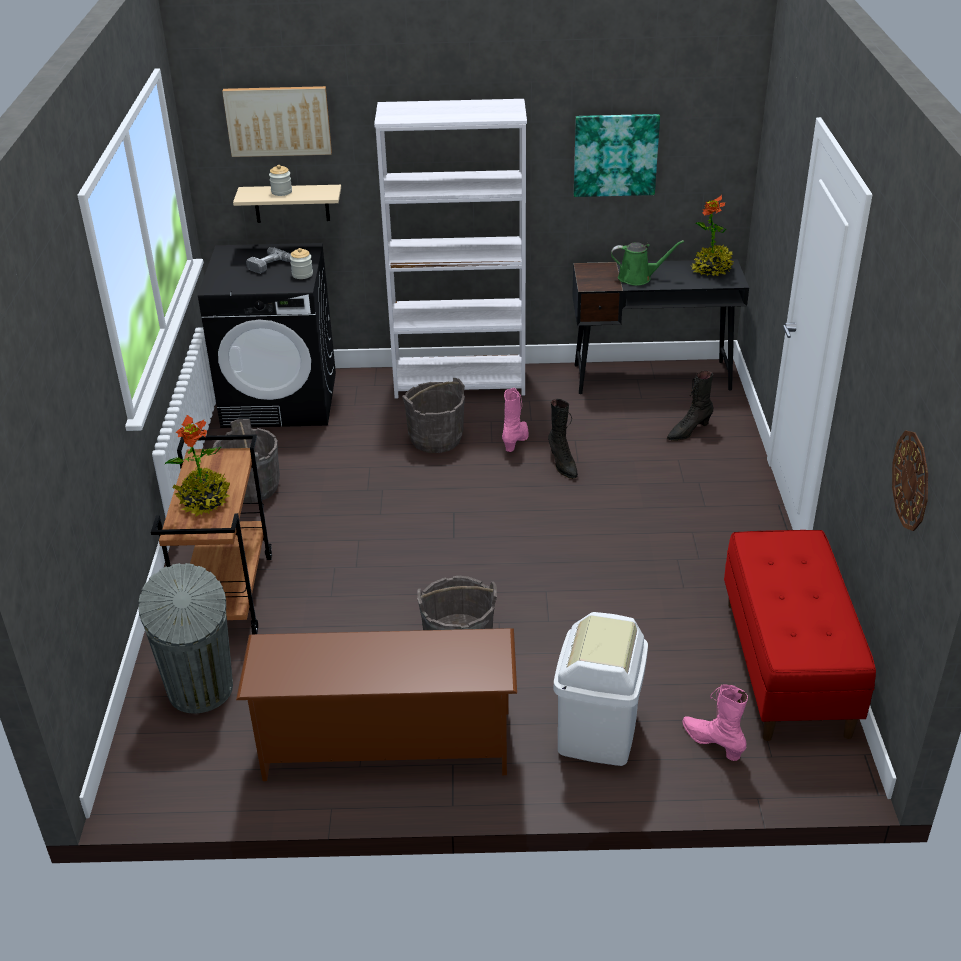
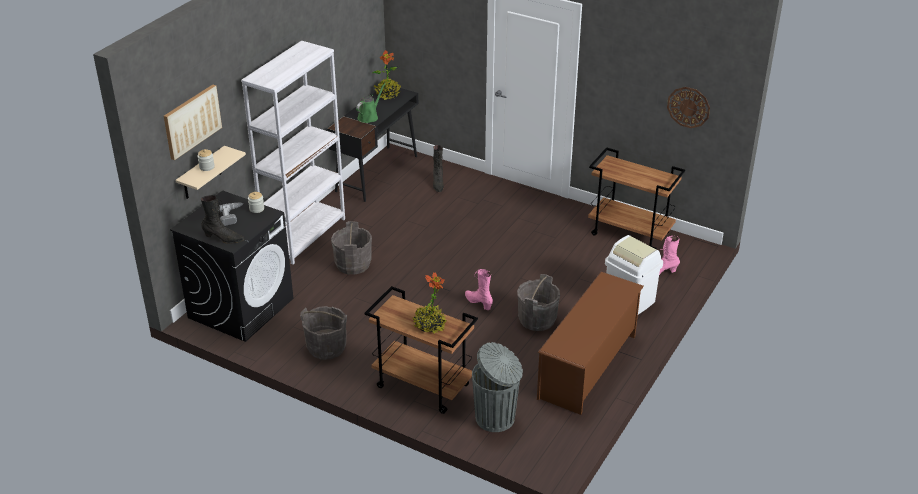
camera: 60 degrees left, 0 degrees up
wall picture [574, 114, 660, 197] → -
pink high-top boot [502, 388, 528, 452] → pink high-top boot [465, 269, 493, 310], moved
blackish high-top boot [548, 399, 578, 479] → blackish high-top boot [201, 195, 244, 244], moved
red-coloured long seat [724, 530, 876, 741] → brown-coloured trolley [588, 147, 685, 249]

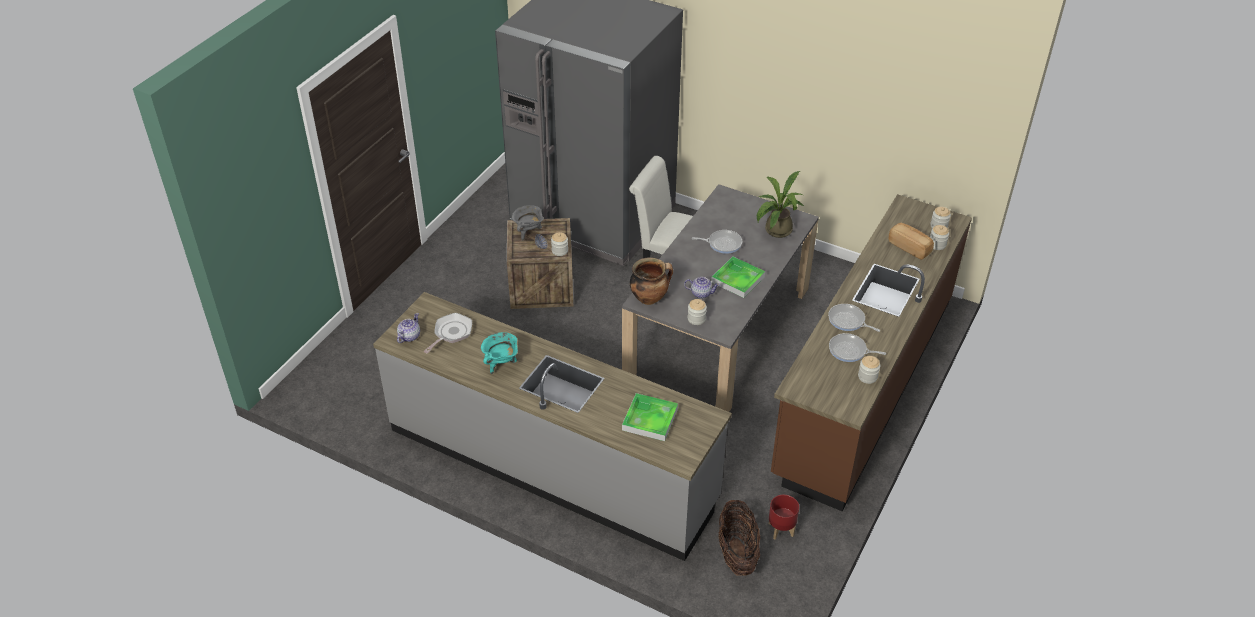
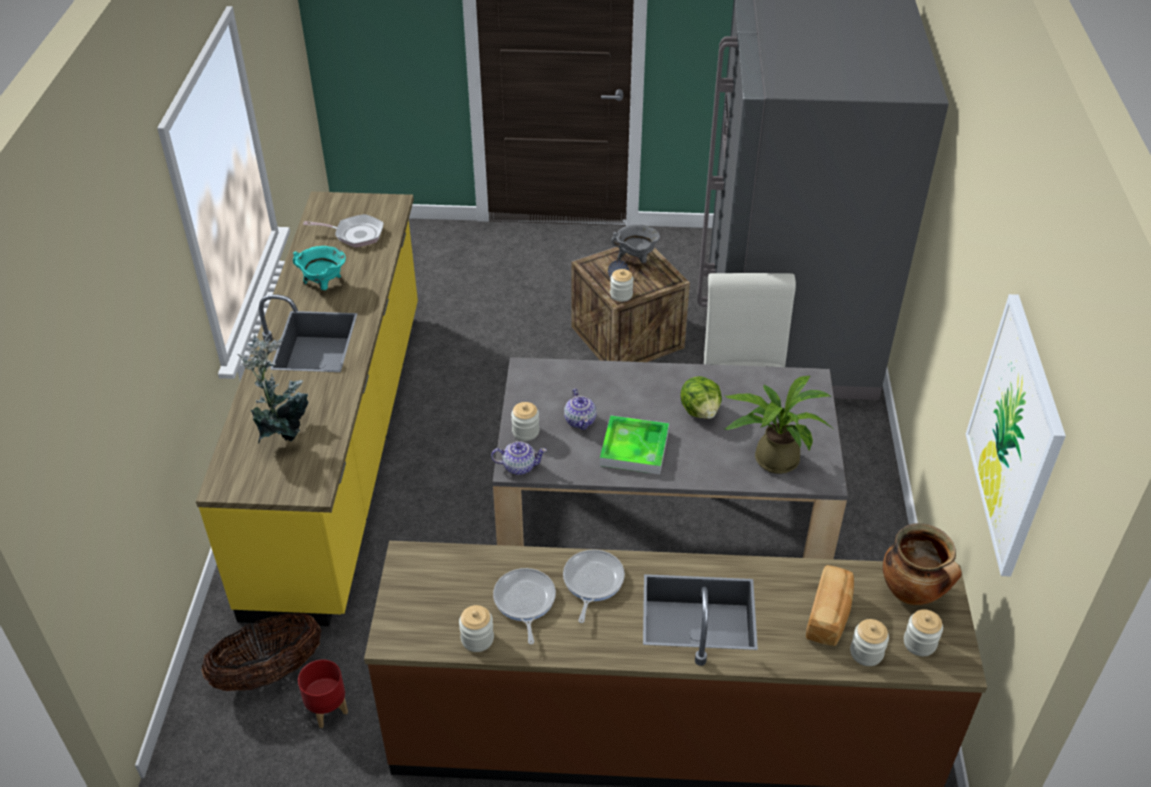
camera: 65 degrees right, 0 degrees up
frying pan [692, 230, 742, 254] → lettuce [681, 376, 722, 419]
cooking pot [630, 257, 673, 305] → cooking pot [883, 523, 962, 605], moved
gray kitchen counter [373, 292, 732, 561] → yellowish kitchen counter [196, 191, 418, 626]
pot for tea [397, 313, 420, 343] → pot for tea [491, 441, 547, 475], moved
tray [622, 393, 678, 441] → potted plant [237, 334, 308, 444]
- → wall picture [966, 294, 1066, 576]

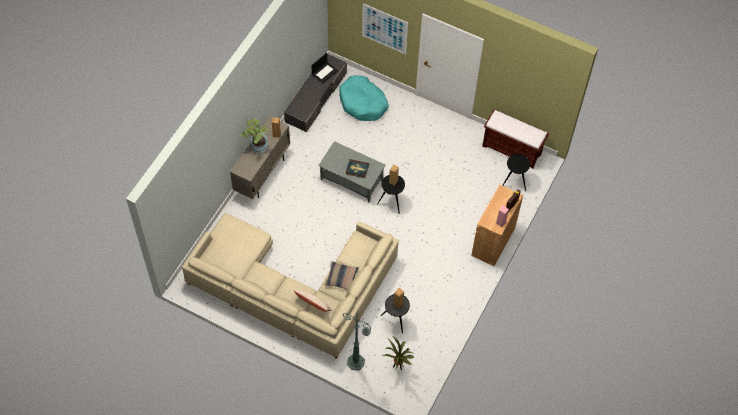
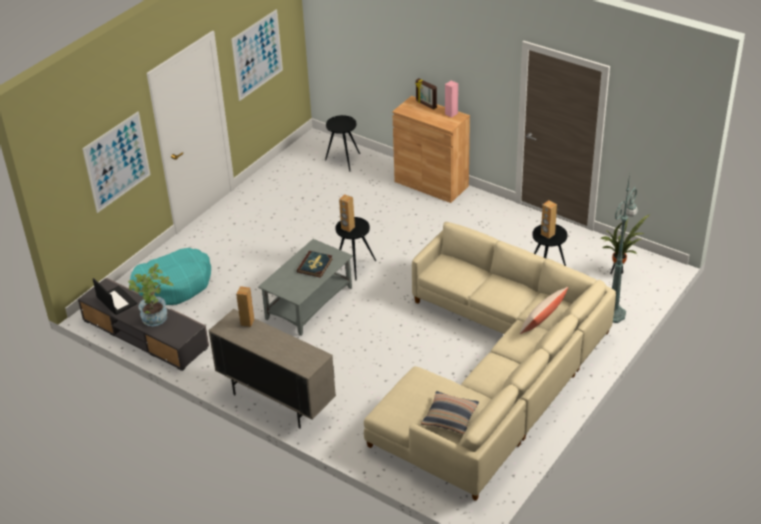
camera: 80 degrees left, 20 degrees down
brown-coloured long seat [482, 109, 549, 169] → -
potted plant [240, 118, 269, 153] → potted plant [128, 263, 174, 326], moved
pillow [324, 261, 359, 290] → pillow [421, 391, 479, 435], moved
- → wall picture [231, 9, 283, 101]

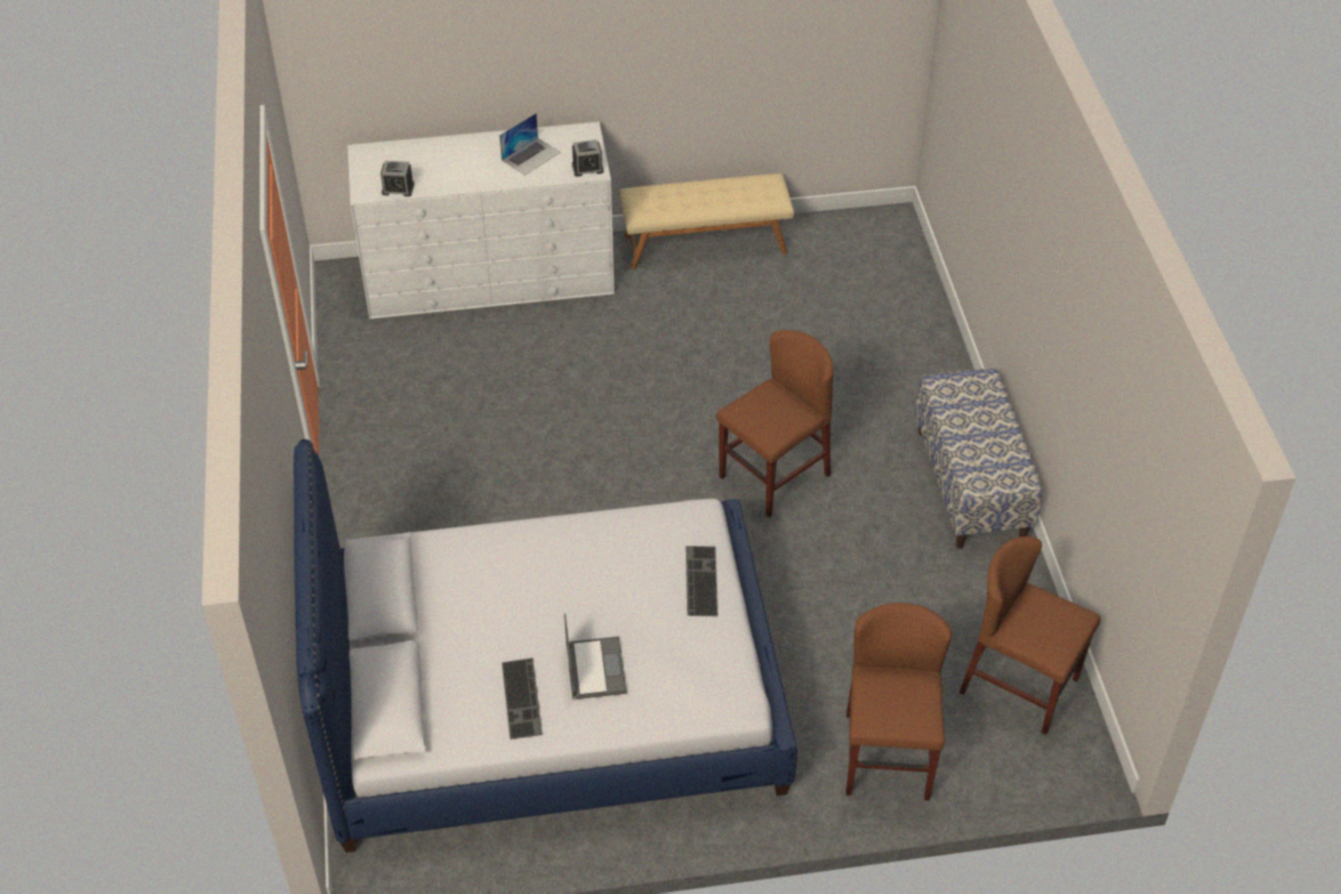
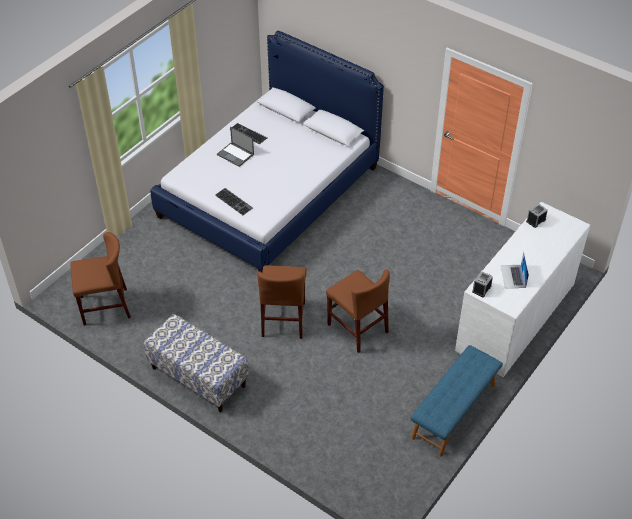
camera: 135 degrees right, 0 degrees up
sand-coloured long seat [619, 174, 794, 270] → bluish long seat [410, 345, 503, 456]
brown-coloured chair [846, 603, 952, 801] → brown-coloured chair [326, 270, 390, 353], moved

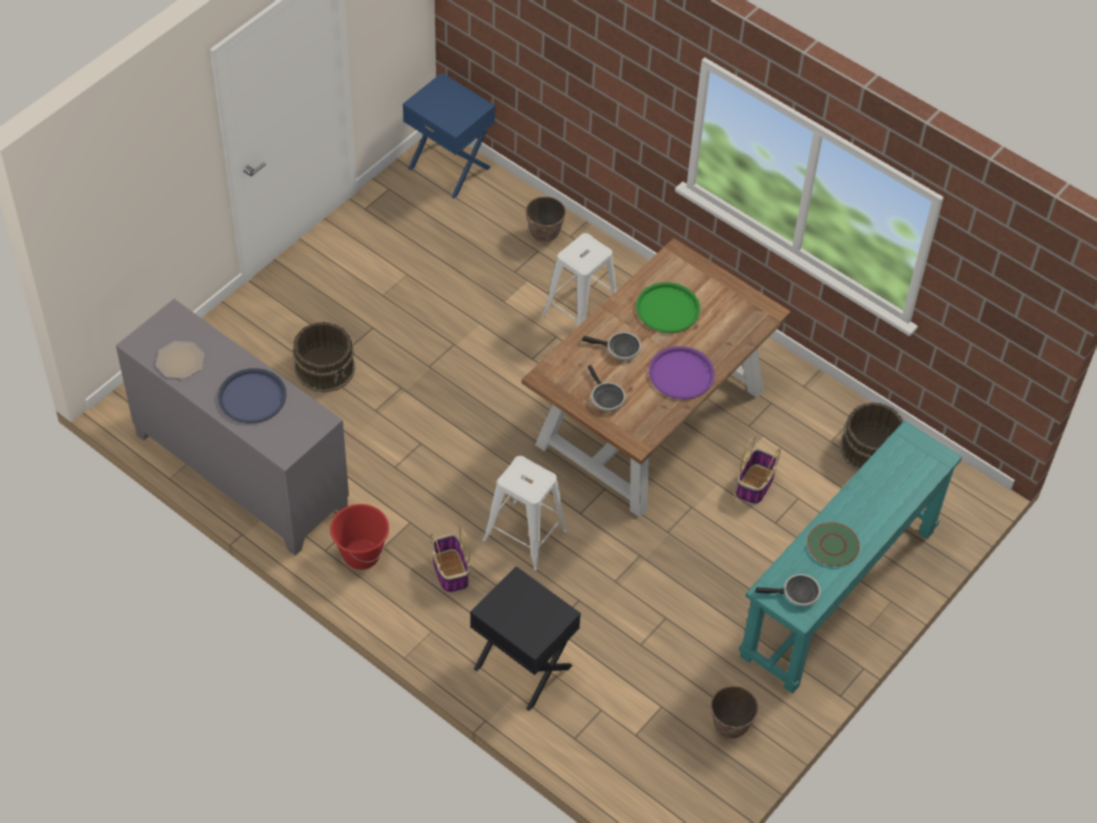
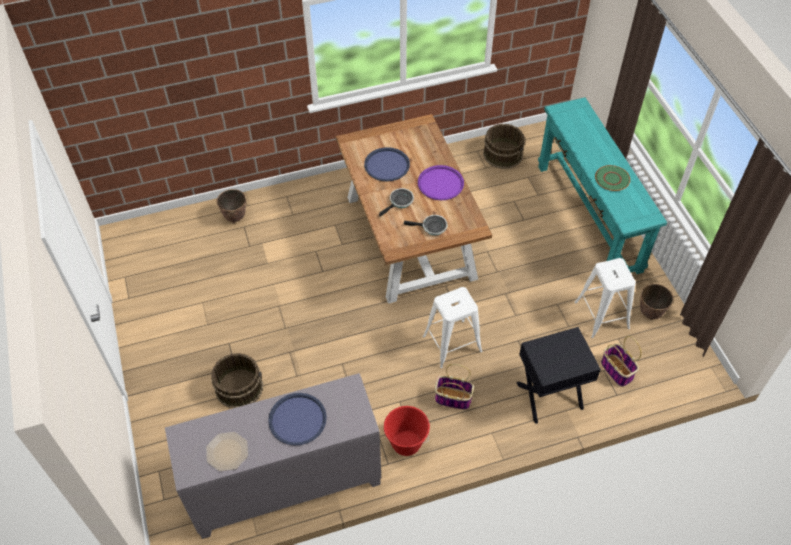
camera: 55 degrees left, 0 degrees up
bluish night table [403, 73, 495, 199] → -
whitish stool [542, 233, 616, 326] → whitish stool [575, 258, 636, 338], moved
greenish tray [636, 282, 700, 333] → bluish tray [364, 147, 410, 182]
household basket [736, 436, 781, 504] → household basket [601, 336, 641, 387], moved
frying pan [755, 574, 821, 606] → -

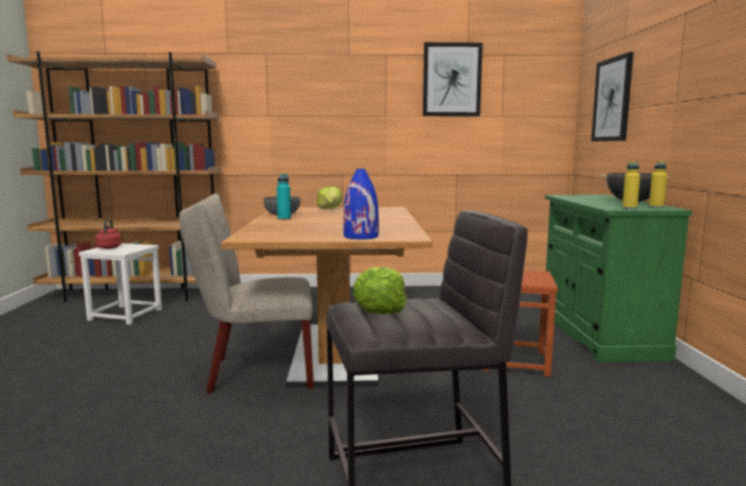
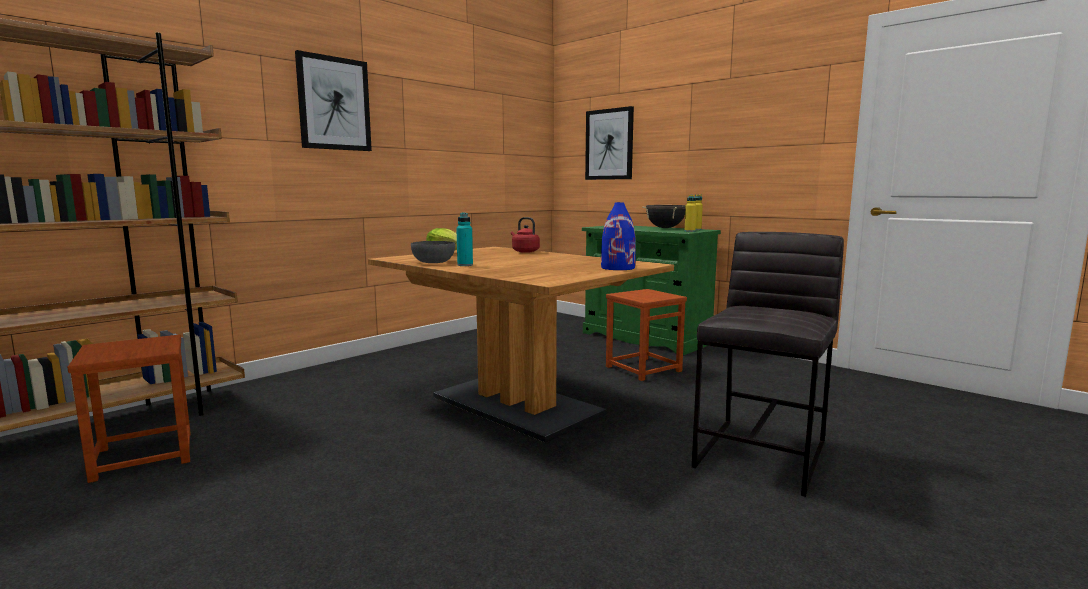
camera: 45 degrees left, 0 degrees up
wall picture [423, 42, 483, 116] → wall picture [295, 50, 372, 151], moved
sand-coloured chair [179, 194, 314, 394] → -
red-coloured tea kettle [95, 219, 122, 249] → red-coloured tea kettle [511, 217, 540, 253], moved
whitish stool [79, 243, 162, 325] → brown-coloured stool [67, 335, 191, 483]
lettuce [353, 267, 407, 314] → -

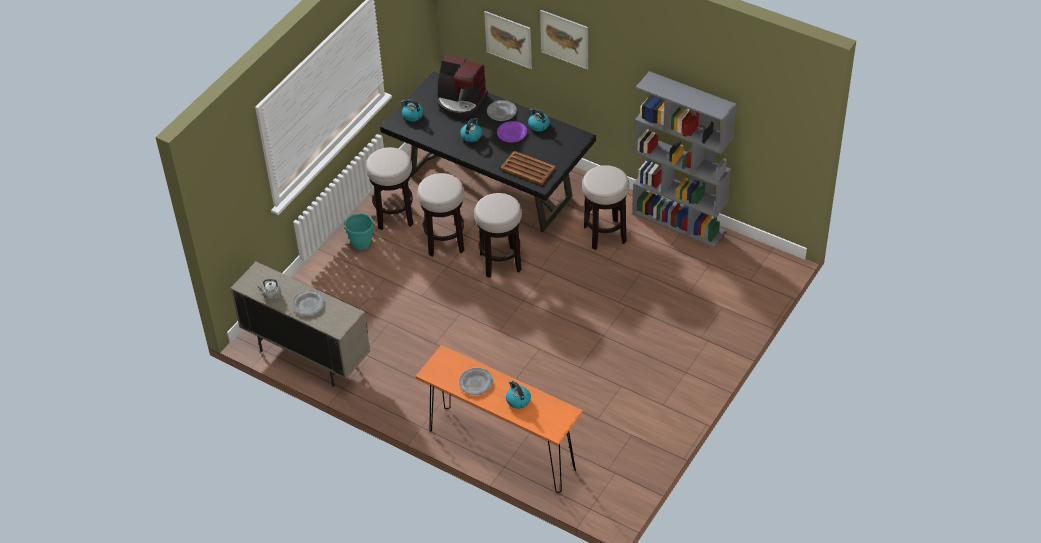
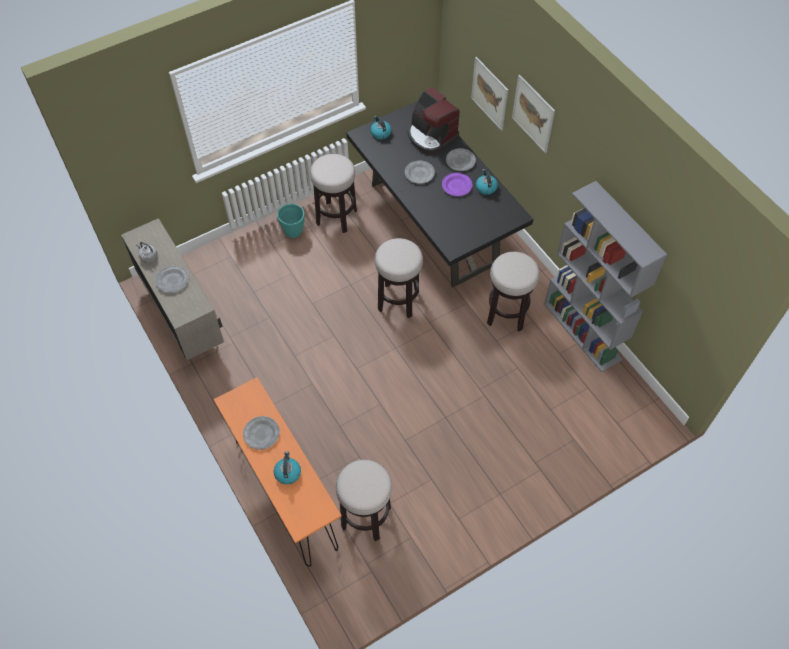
camera: 25 degrees right, 10 degrees up
tea kettle [460, 118, 482, 142] → gray plate [405, 161, 435, 184]
brown-coloured tray [500, 151, 556, 185] → -
stool [417, 173, 464, 257] → stool [336, 459, 392, 541], moved

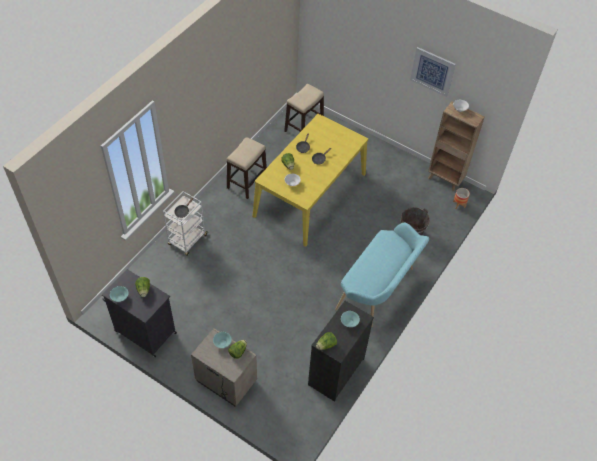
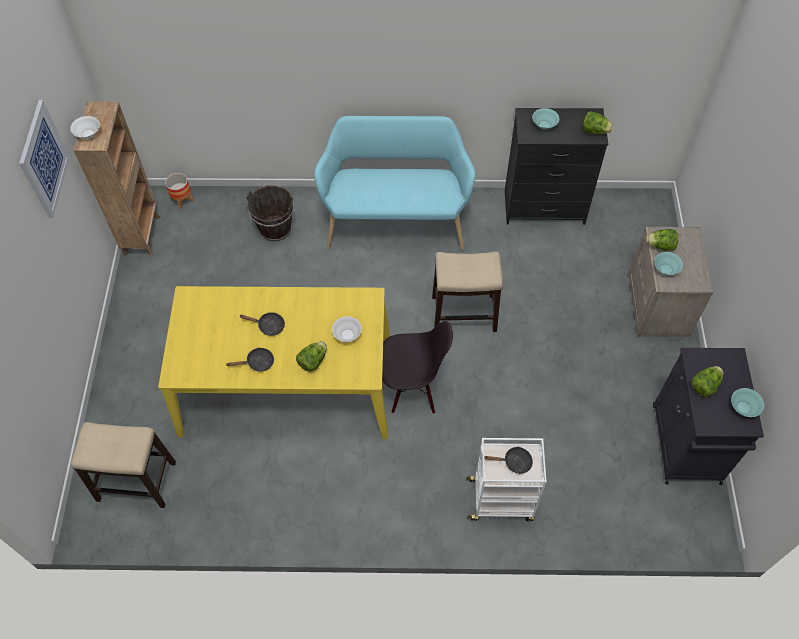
camera: 120 degrees left, 5 degrees up
stool [227, 137, 267, 199] → stool [432, 251, 503, 332], moved
- → blackish chair [382, 321, 453, 414]

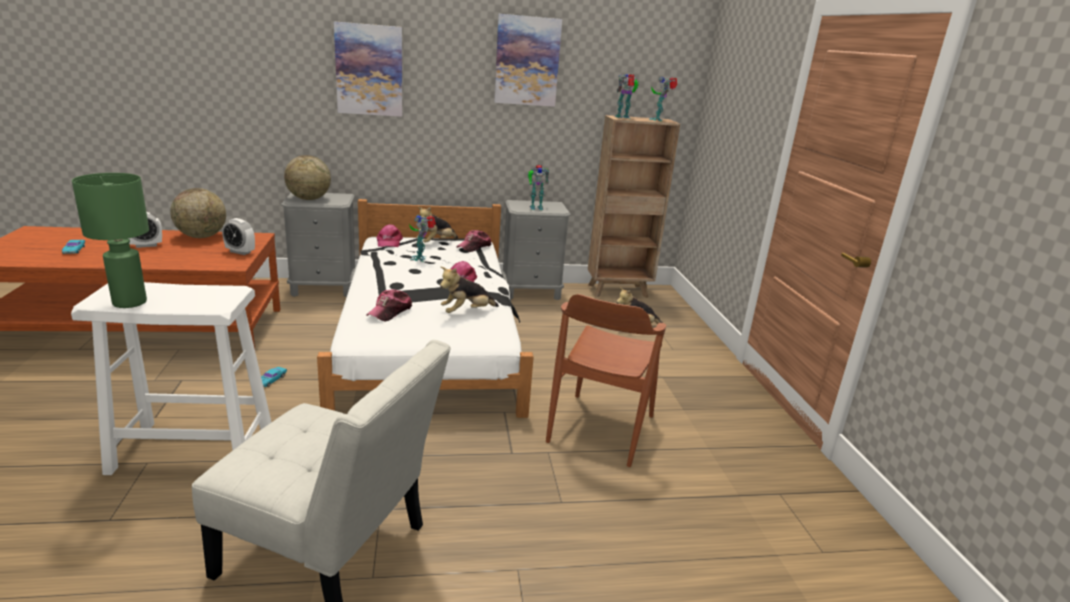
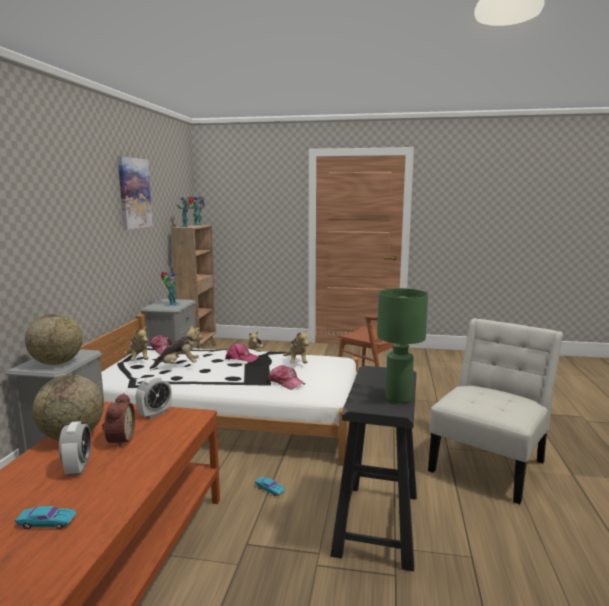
camera: 70 degrees left, 10 degrees down
wall picture [334, 21, 402, 117] → -
toy robot [409, 215, 436, 262] → plush toy [150, 325, 203, 369]
pink cap [377, 224, 403, 247] → -
whitish stool [71, 282, 271, 475] → blackish stool [330, 366, 417, 571]
- → bedside clock [102, 393, 135, 448]

